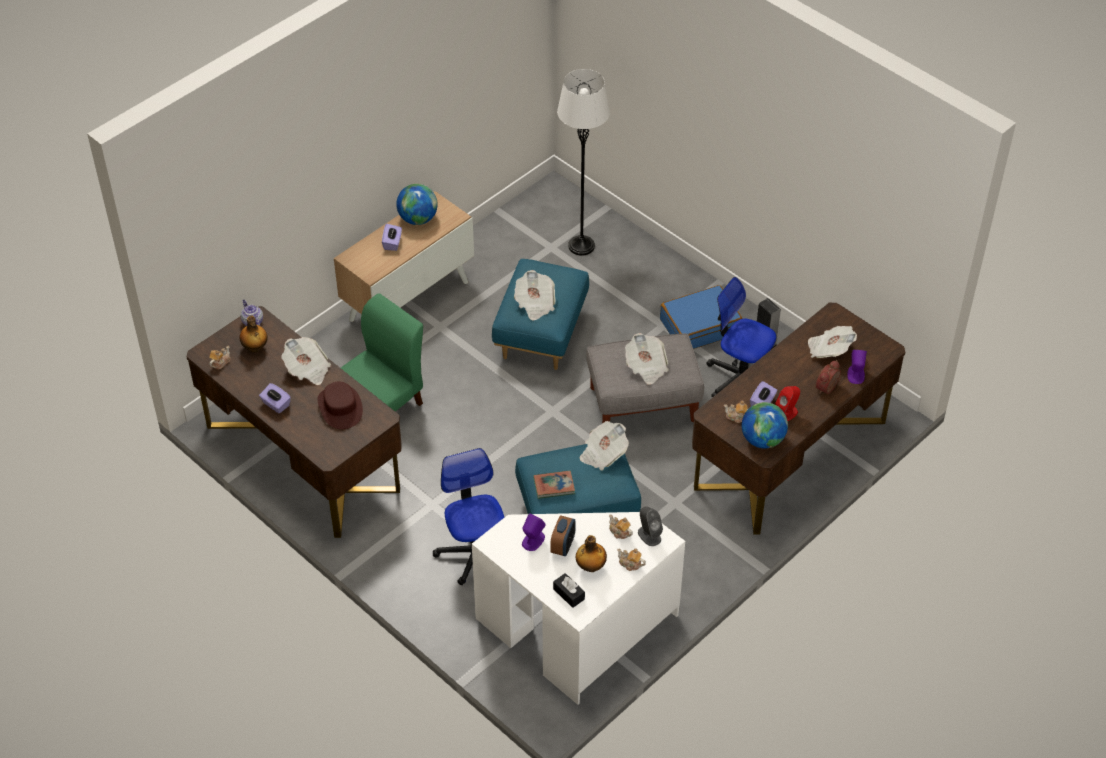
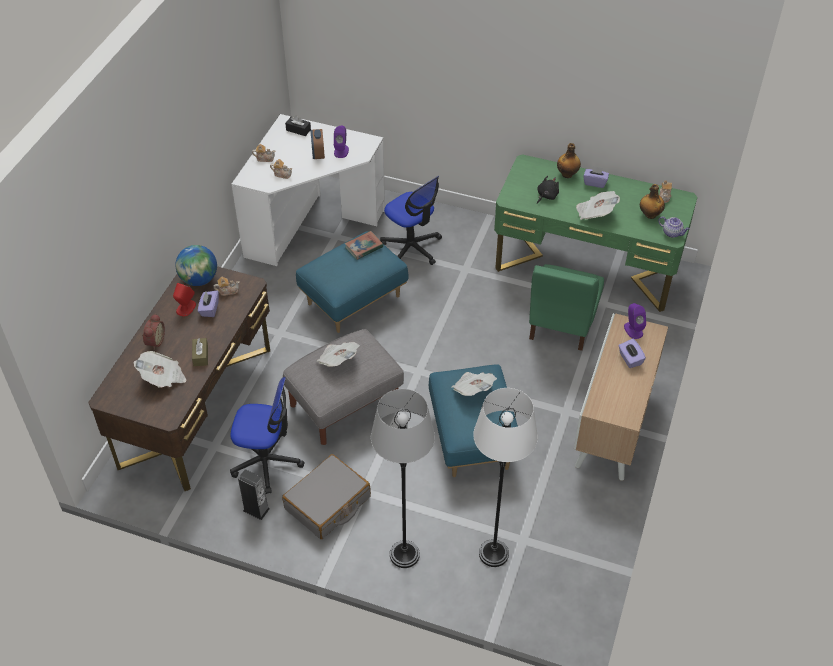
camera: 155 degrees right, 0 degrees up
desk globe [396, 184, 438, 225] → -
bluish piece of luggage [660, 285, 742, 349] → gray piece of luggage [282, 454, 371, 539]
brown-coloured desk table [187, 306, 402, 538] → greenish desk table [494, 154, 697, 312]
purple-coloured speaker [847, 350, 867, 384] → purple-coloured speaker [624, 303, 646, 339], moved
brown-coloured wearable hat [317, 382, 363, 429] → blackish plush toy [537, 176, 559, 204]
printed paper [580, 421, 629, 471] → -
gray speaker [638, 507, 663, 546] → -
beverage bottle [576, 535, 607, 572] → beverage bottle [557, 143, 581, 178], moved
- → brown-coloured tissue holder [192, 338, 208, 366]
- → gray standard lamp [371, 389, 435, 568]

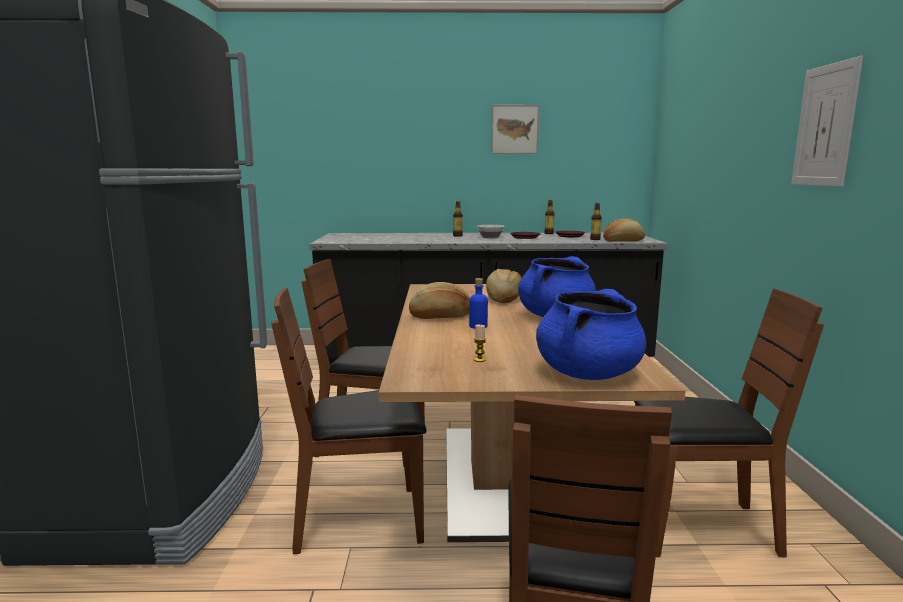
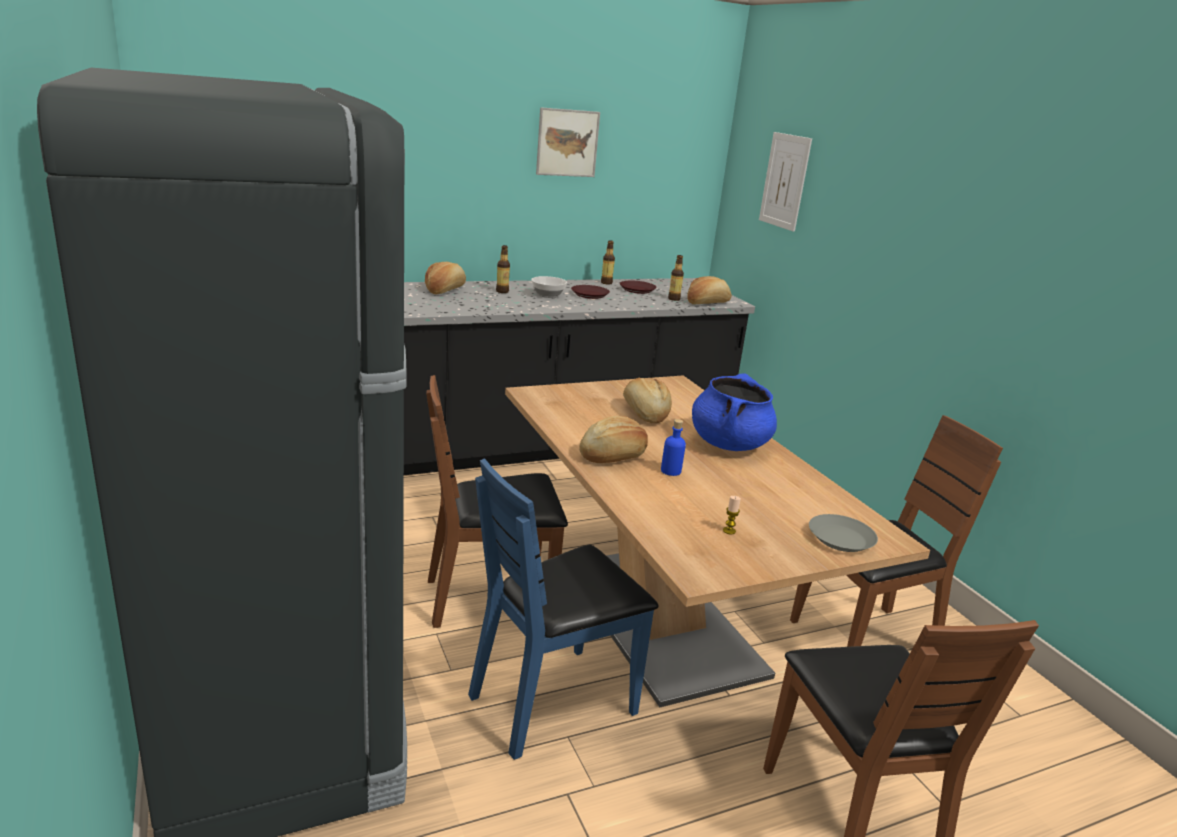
camera: 25 degrees left, 10 degrees up
wall picture [791, 56, 863, 187] → wall picture [759, 132, 812, 232], moved
brown-coloured chair [271, 288, 426, 554] → bluish chair [468, 458, 659, 760]
bluish cooking pot [536, 289, 646, 380] → gray plate [809, 514, 878, 552]
- → bakery bread [425, 262, 466, 294]

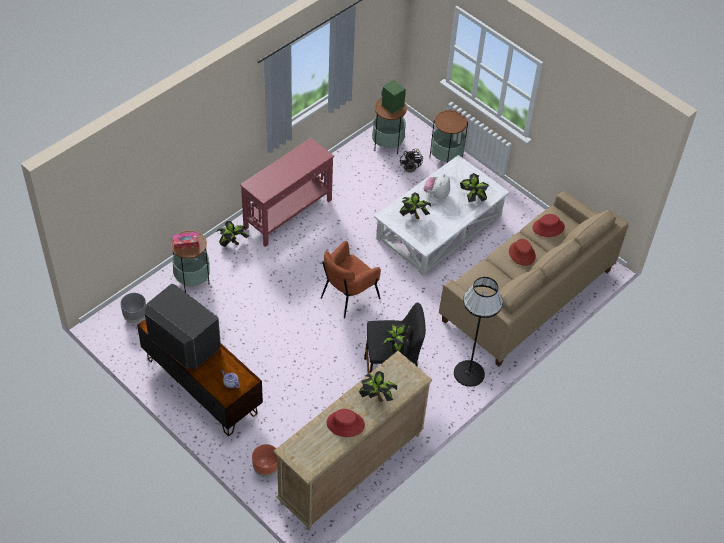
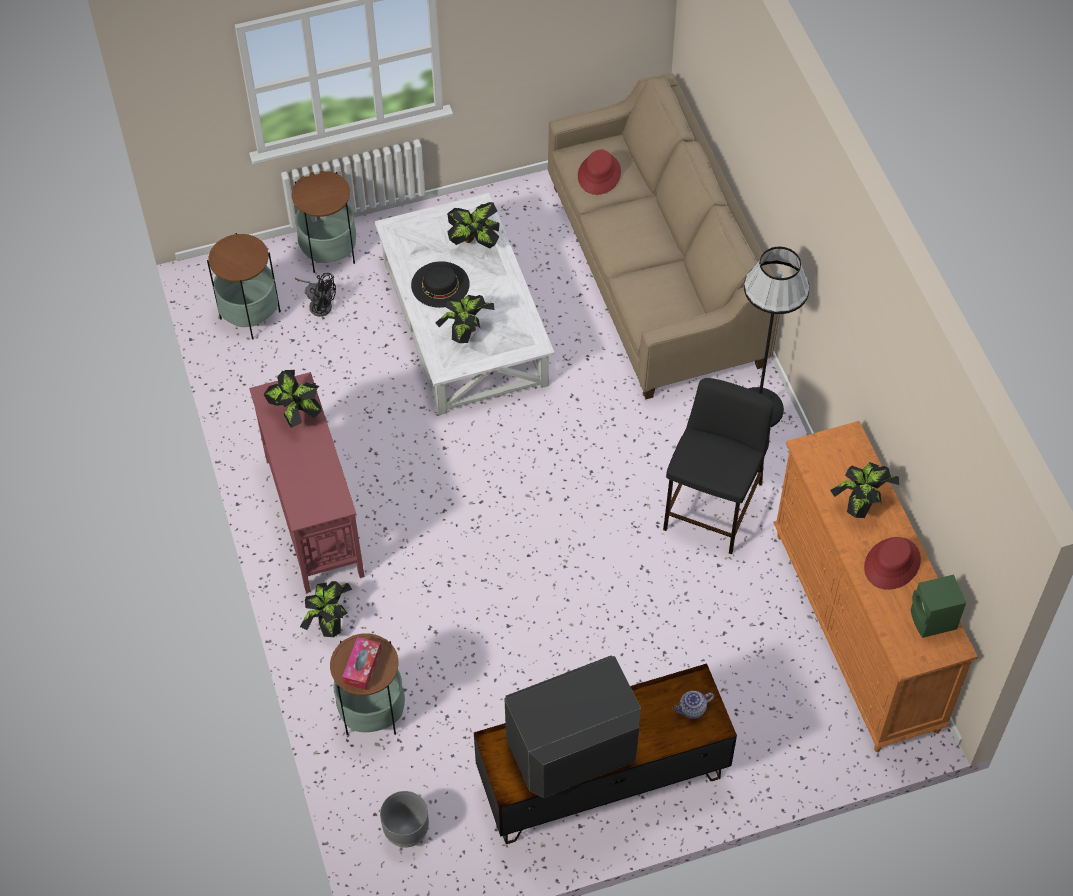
camera: 60 degrees left, 5 degrees up
greenish speaker [381, 80, 406, 114] → greenish speaker [911, 575, 966, 638], moved
plush toy [424, 174, 450, 200] → blackish wearable hat [411, 261, 470, 308]
red-coloured wearable hat [509, 239, 536, 266] → -
brown-coloured armchair [321, 241, 381, 318] → -
potted plant [380, 323, 413, 354] → potted plant [263, 370, 322, 427], moved
sand-coloured chest of drawers [273, 351, 432, 530] → orange chest of drawers [773, 421, 978, 752]
brown-coloured planter [252, 444, 277, 477] → -

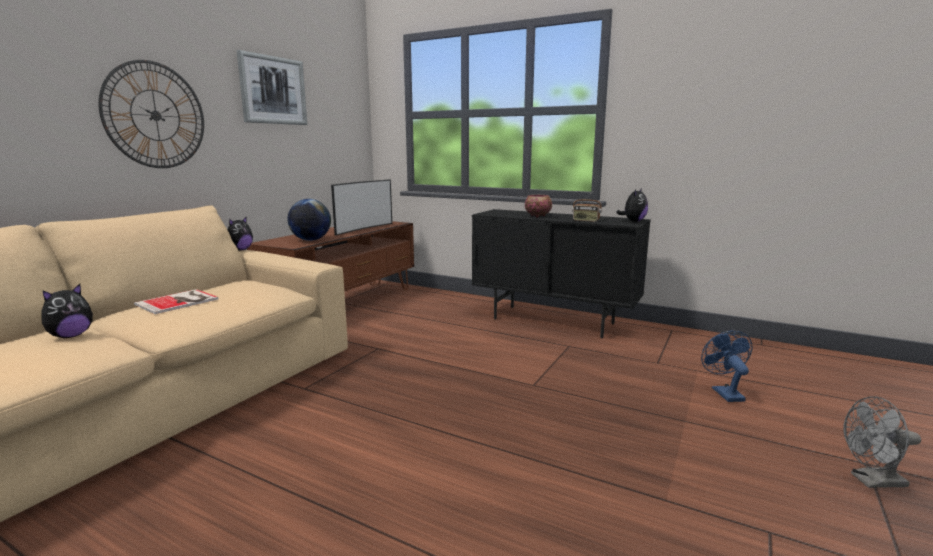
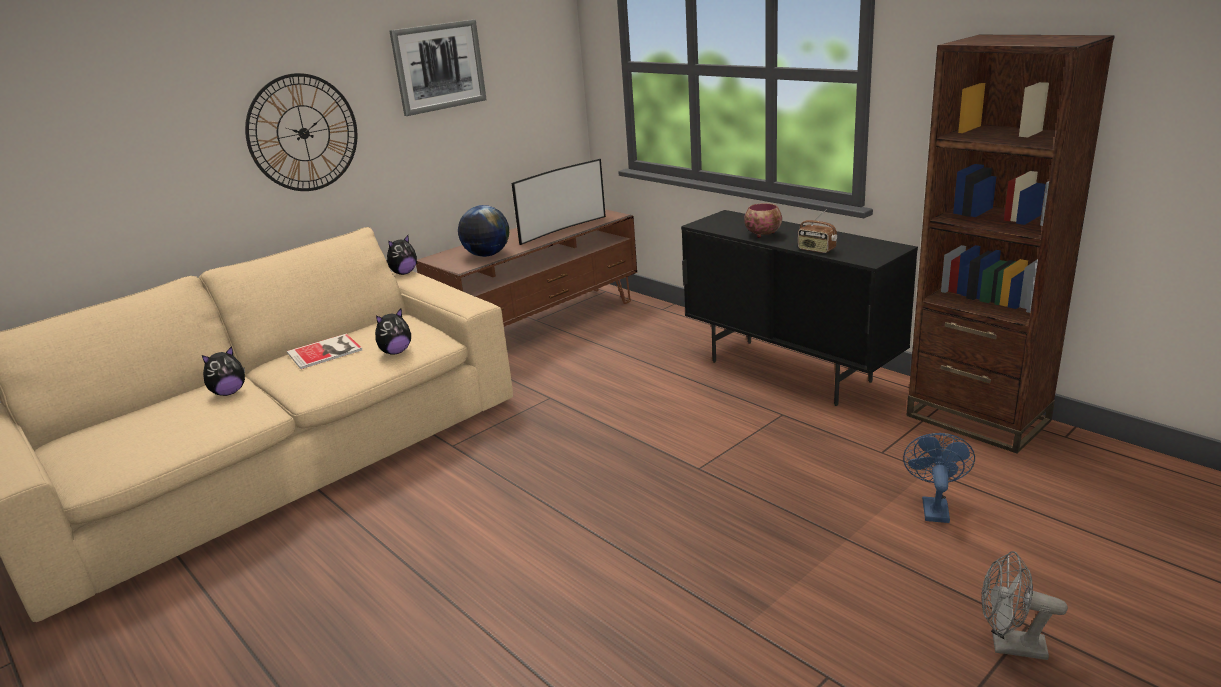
camera: 20 degrees right, 10 degrees up
plush toy [616, 188, 648, 222] → plush toy [375, 309, 411, 355], moved
- → brown-coloured bookcase [906, 35, 1115, 454]

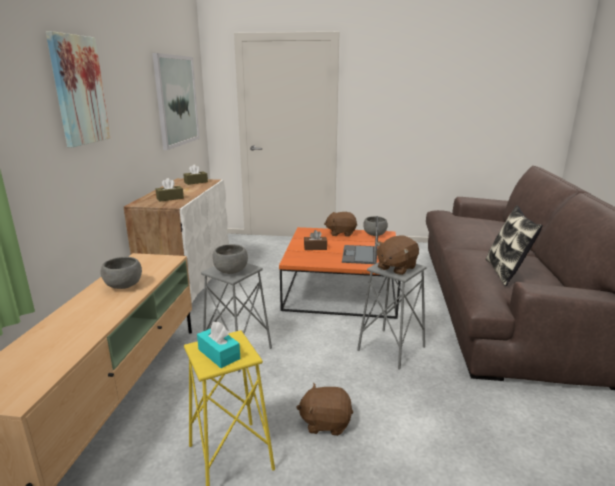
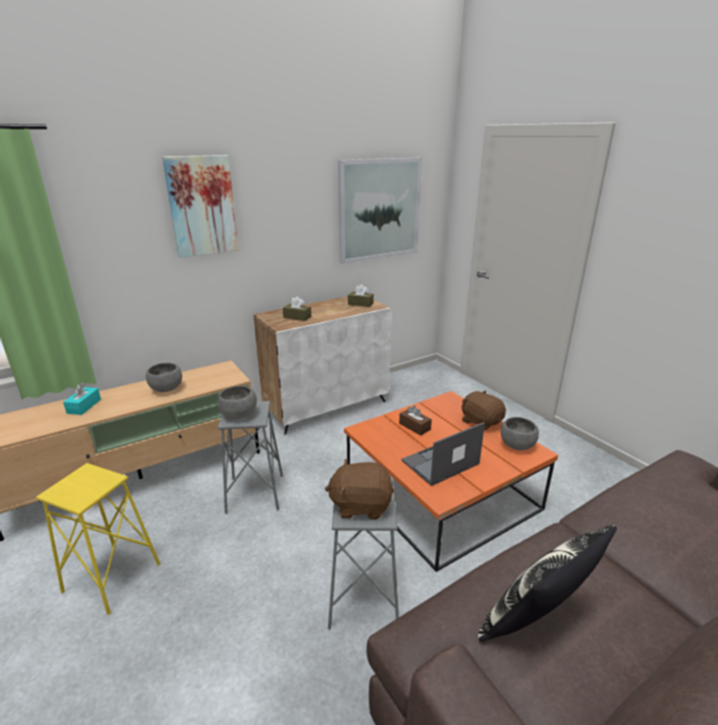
camera: 50 degrees right, 5 degrees up
turquoise-coloured tissue holder [197, 321, 240, 368] → turquoise-coloured tissue holder [63, 382, 101, 415], moved
brown-coloured plush toy [296, 383, 353, 436] → -

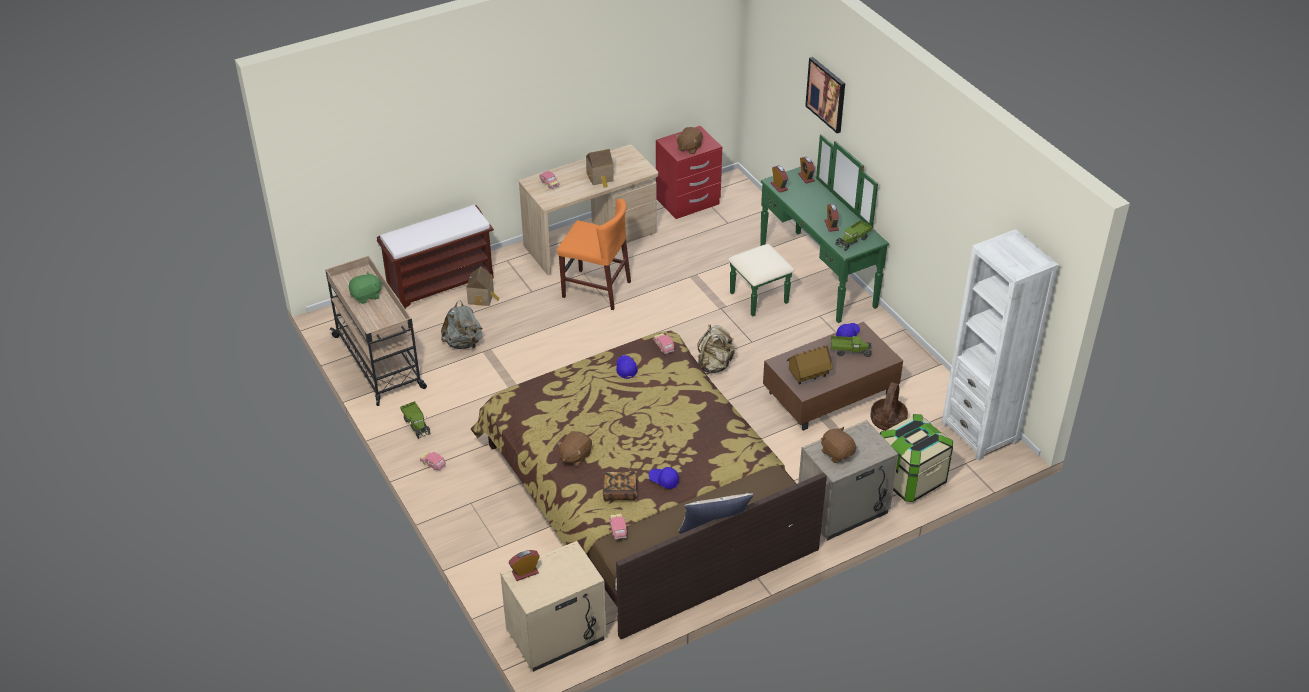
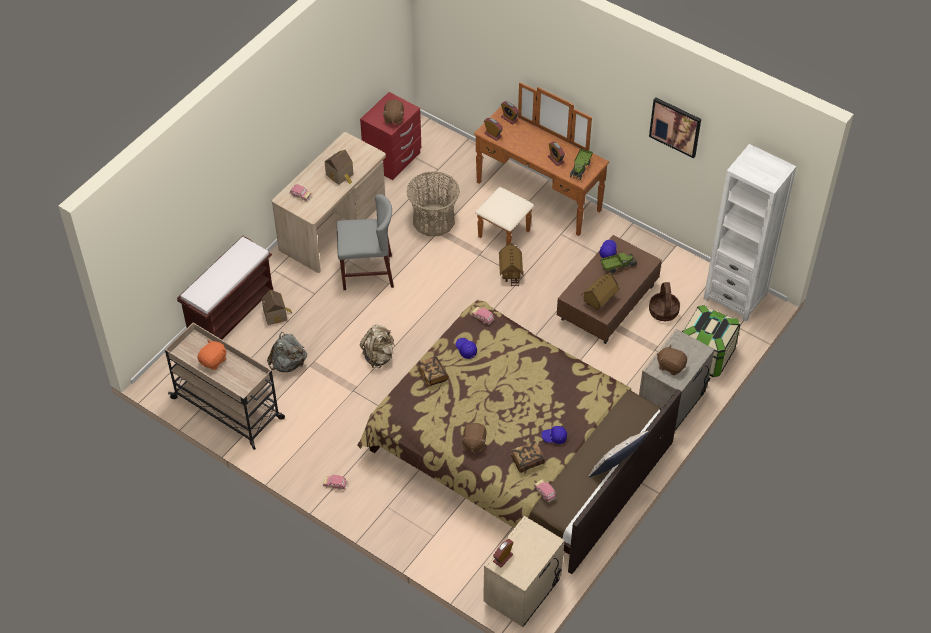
camera: 25 degrees left, 10 degrees up
wall picture [805, 57, 845, 133] → wall picture [649, 97, 701, 158], moved
greenish chest of drawers [728, 134, 889, 323] → brown-coloured chest of drawers [474, 82, 609, 245]
orange chair [557, 199, 631, 310] → gray chair [336, 194, 394, 290]
greenish plush toy [349, 272, 383, 304] → orange plush toy [197, 340, 226, 370]
sand-coloured rucksack [698, 325, 735, 374] → sand-coloured rucksack [360, 325, 395, 368], moved
toy truck [400, 401, 430, 439] → -
- → household basket [407, 171, 460, 236]
- → model house [499, 242, 523, 287]
- → book [417, 356, 449, 386]

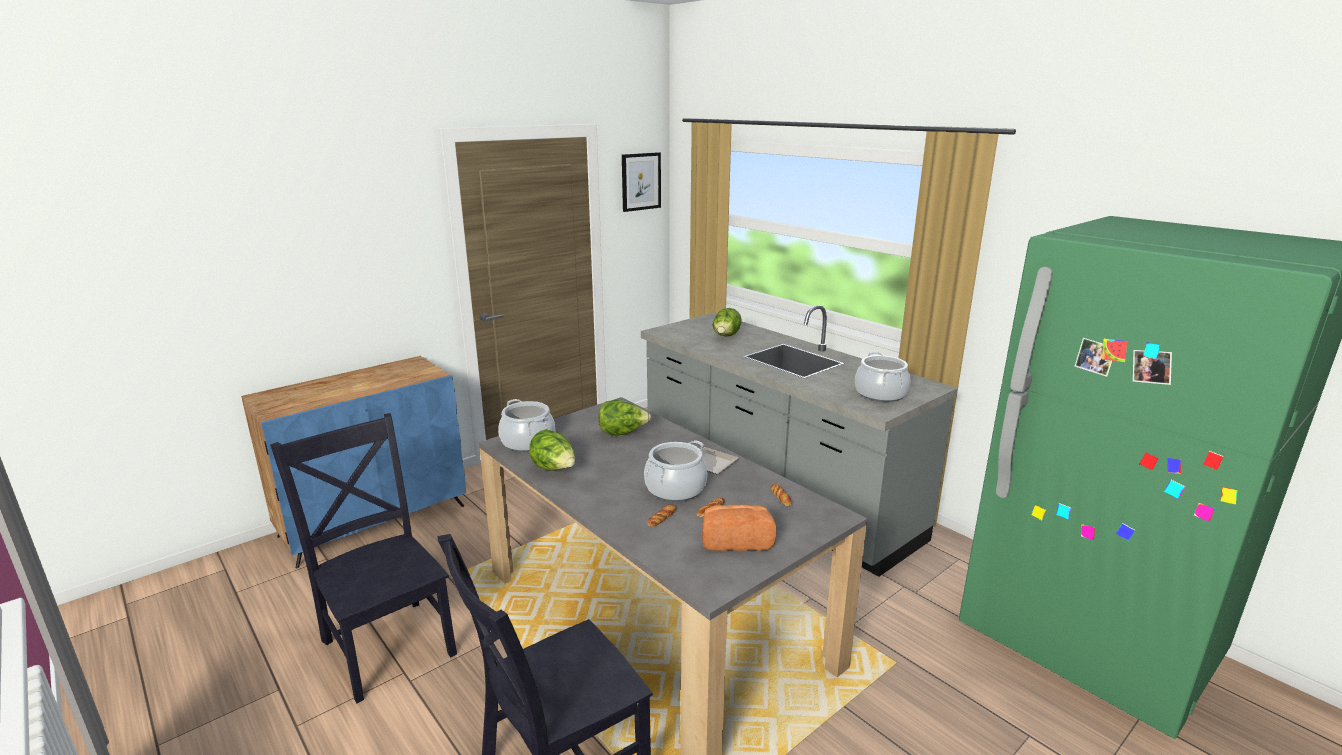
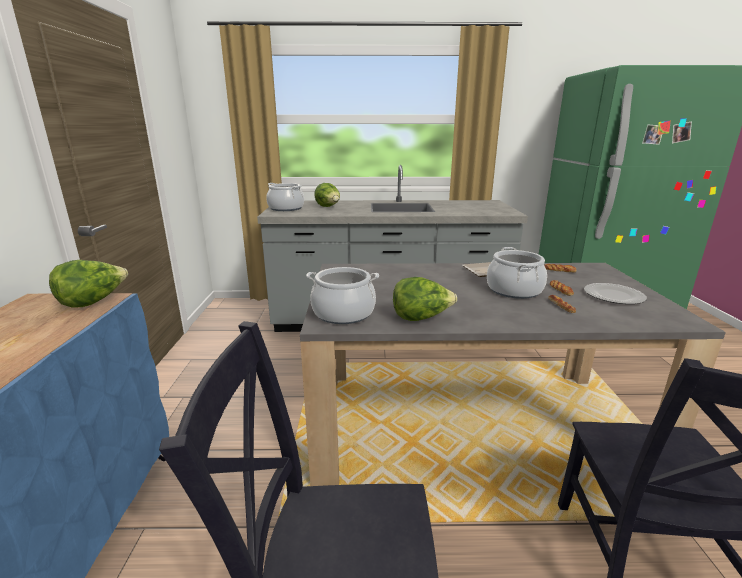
camera: 50 degrees left, 0 degrees up
wall picture [622, 152, 661, 212] → -
cooking pot [855, 352, 911, 402] → cooking pot [266, 183, 304, 211], moved
lettuce [598, 400, 651, 436] → lettuce [49, 260, 128, 308], moved
bakery bread [702, 504, 776, 551] → plate [584, 283, 647, 304]

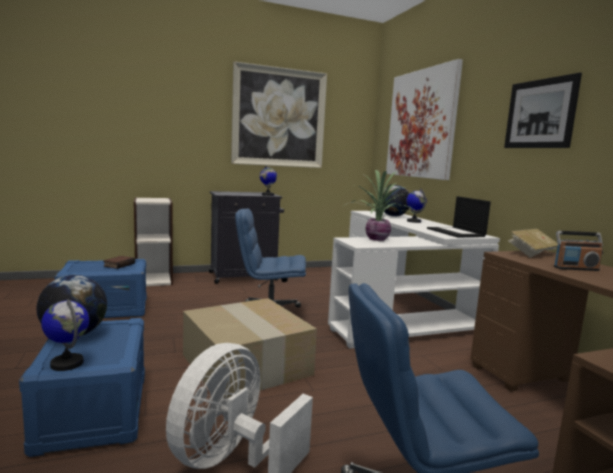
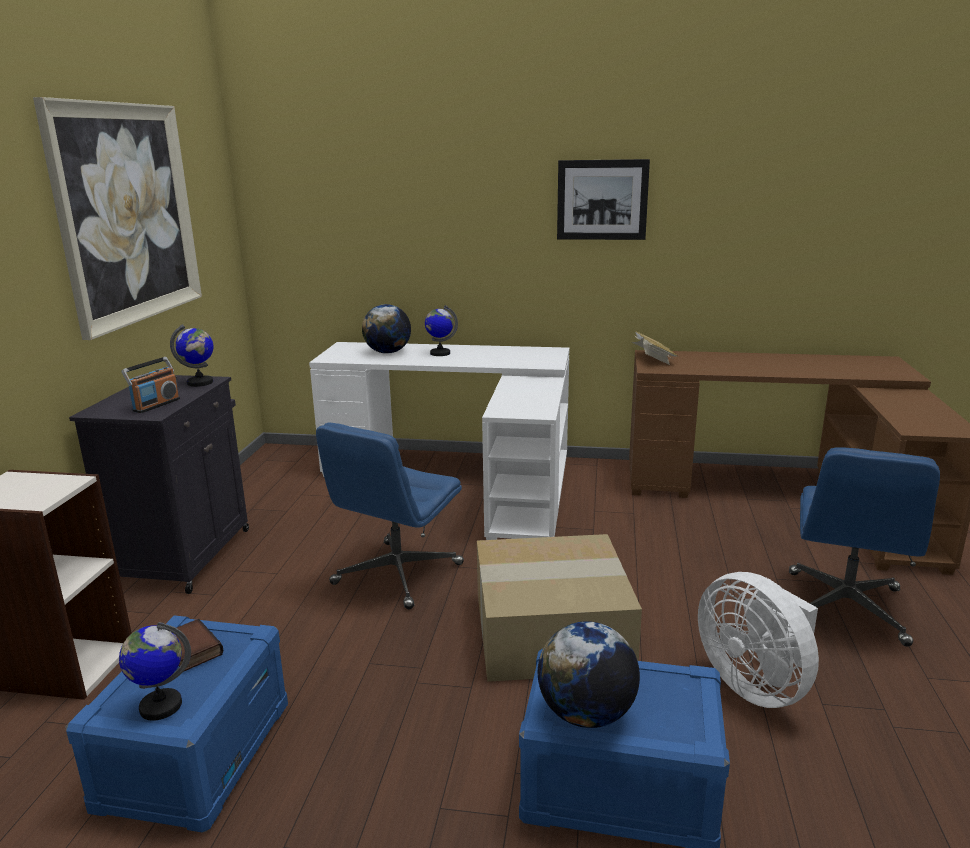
camera: 60 degrees left, 10 degrees up
wall picture [386, 59, 463, 180] → -
potted plant [343, 170, 416, 241] → -
portable computer [427, 196, 491, 237] → -
radio receiver [554, 231, 603, 271] → radio receiver [122, 357, 180, 413], moved
desk globe [41, 299, 89, 371] → desk globe [119, 622, 191, 721], moved

